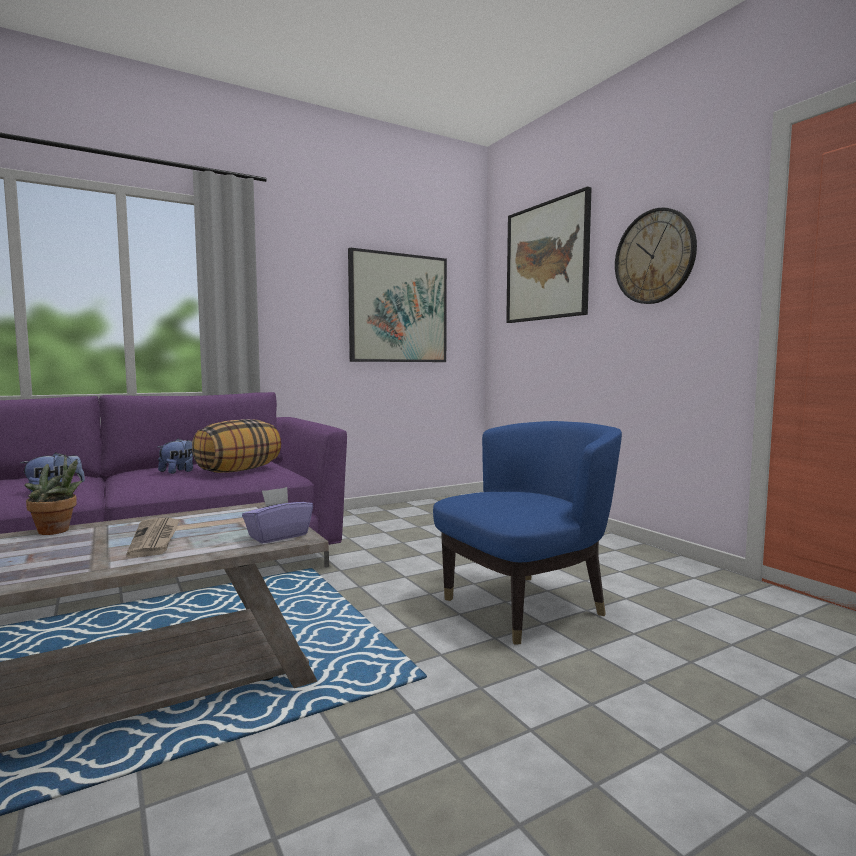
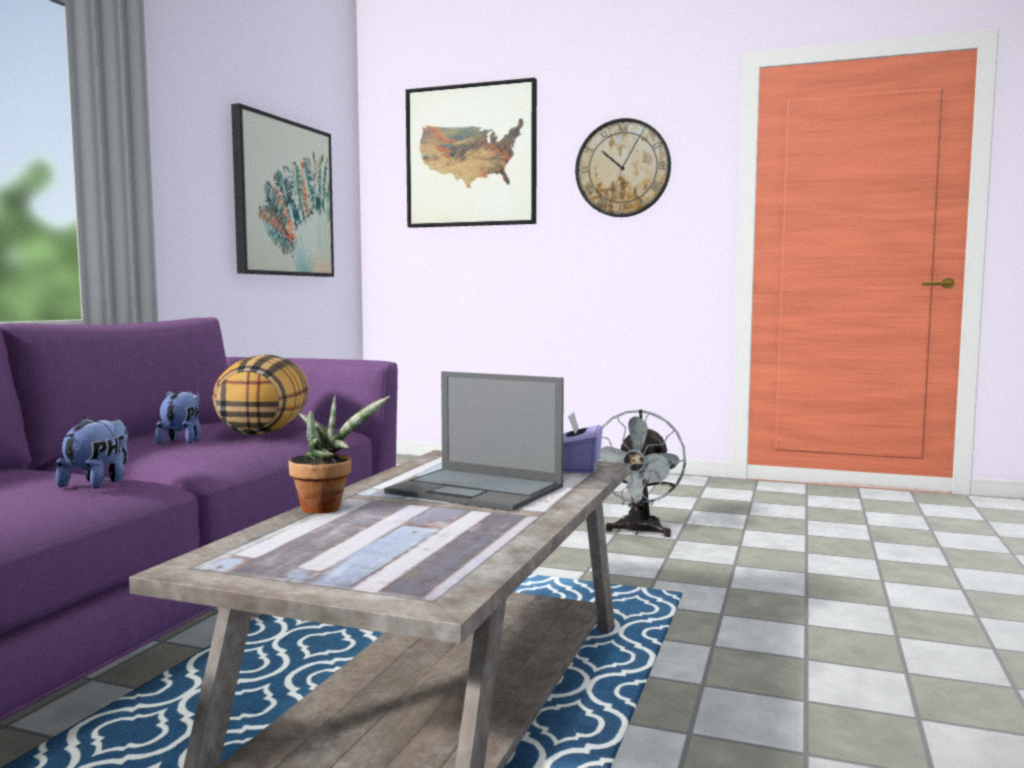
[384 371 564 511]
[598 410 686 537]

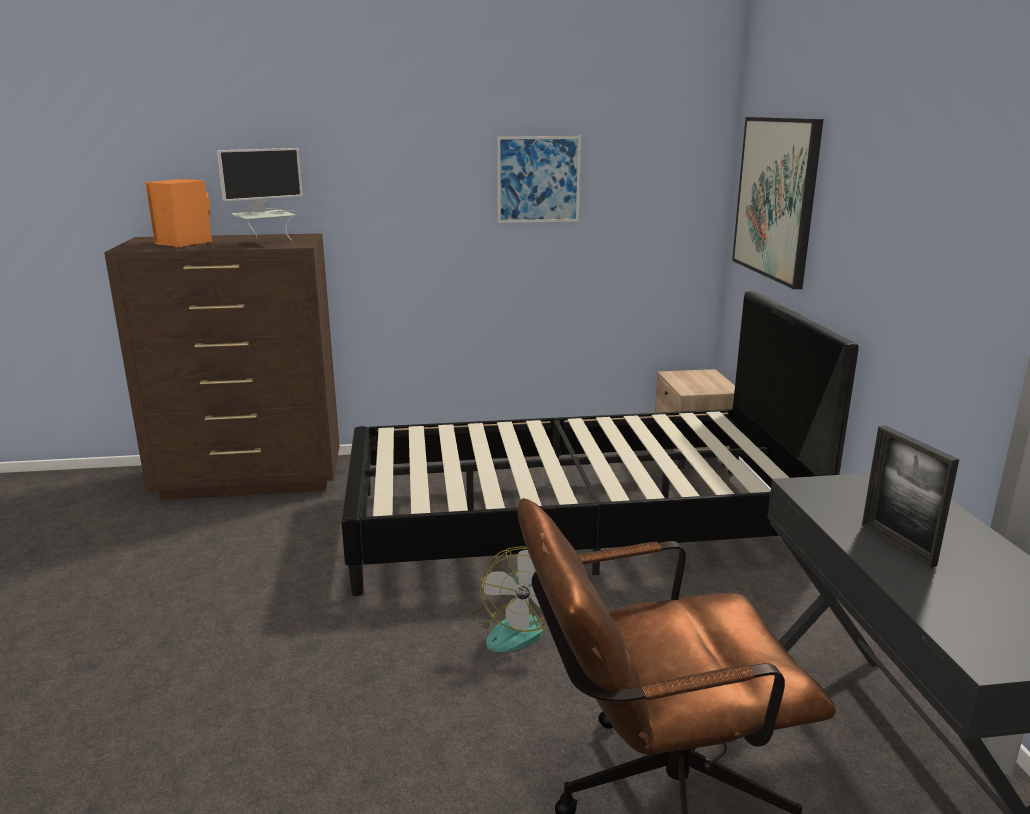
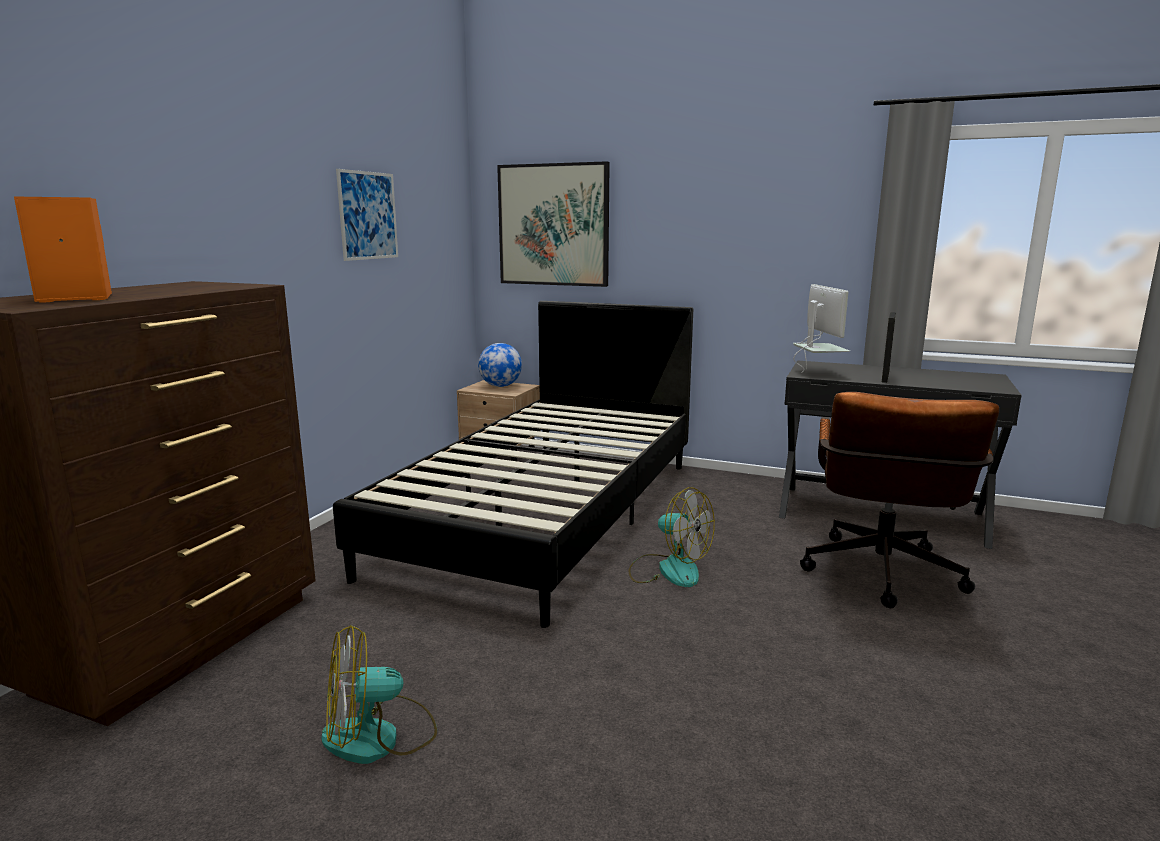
[321 625 437 764]
[478 343 522 387]
[793 284 850 373]
[882 312 896 383]

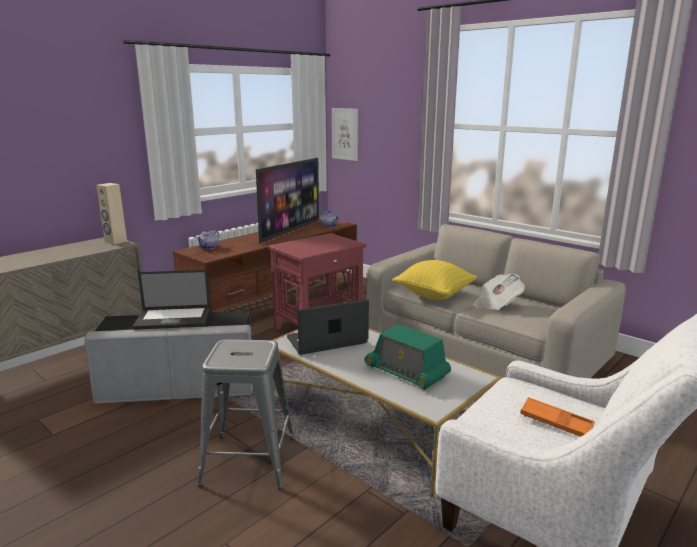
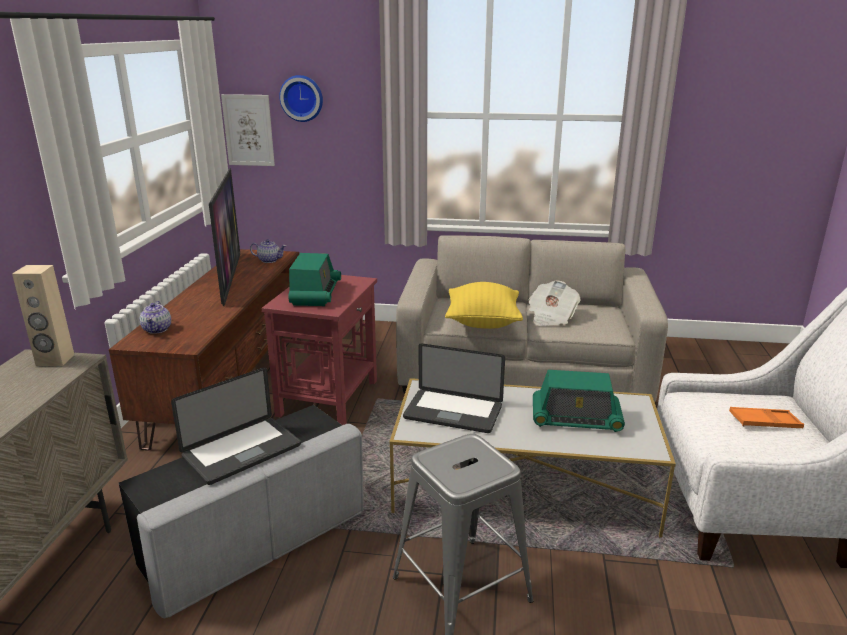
[279 75 323 122]
[289 253 341 306]
[403 343 505 433]

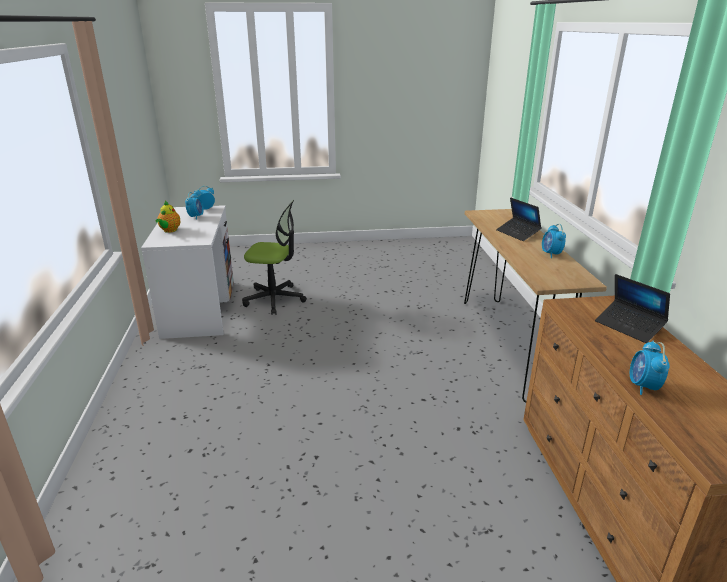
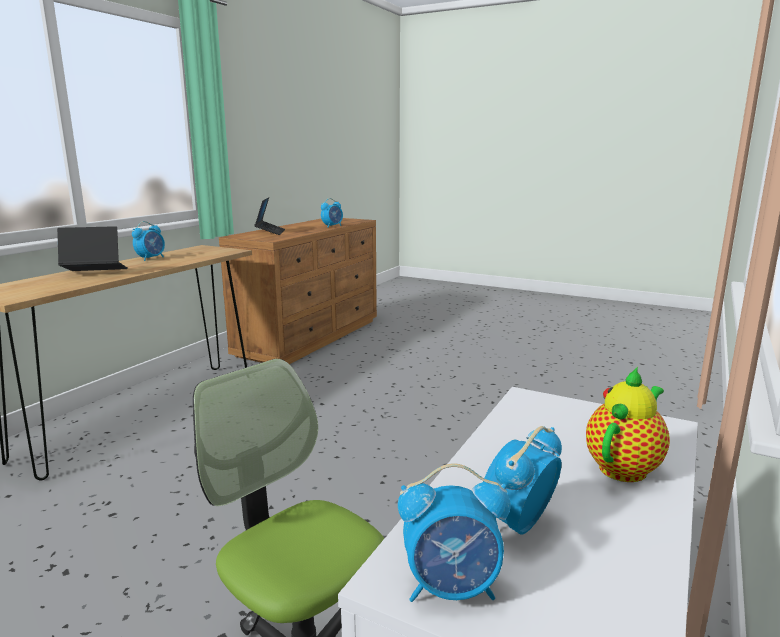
[57 226 128 271]

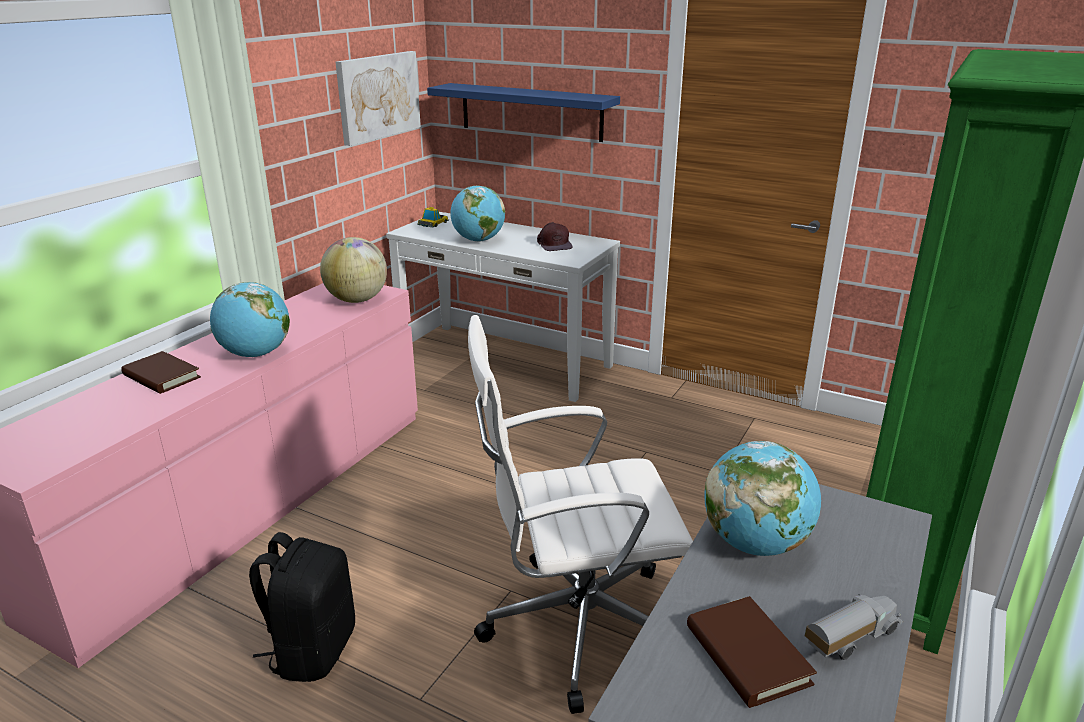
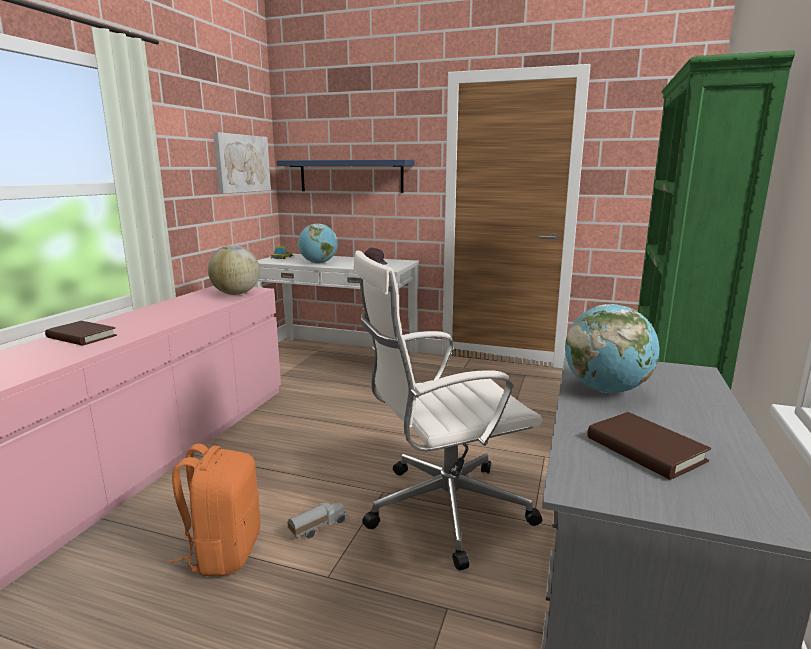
[210 282 290 357] (first image)
[287 502 348 538]
[170 444 260 576]

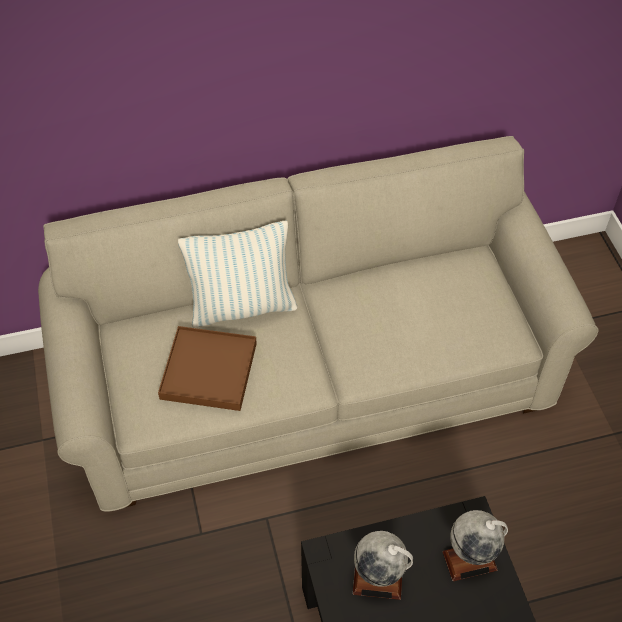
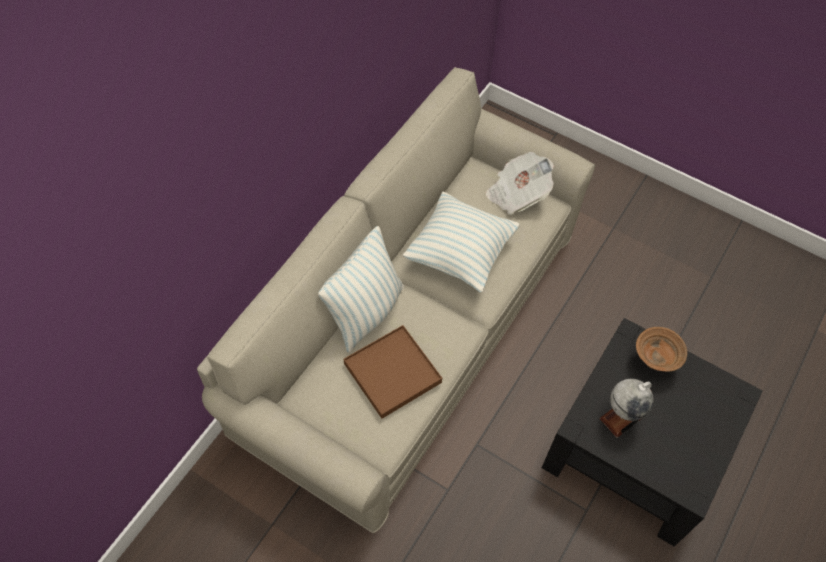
[402 192 520 293]
[486 152 554 215]
[636 327 687 372]

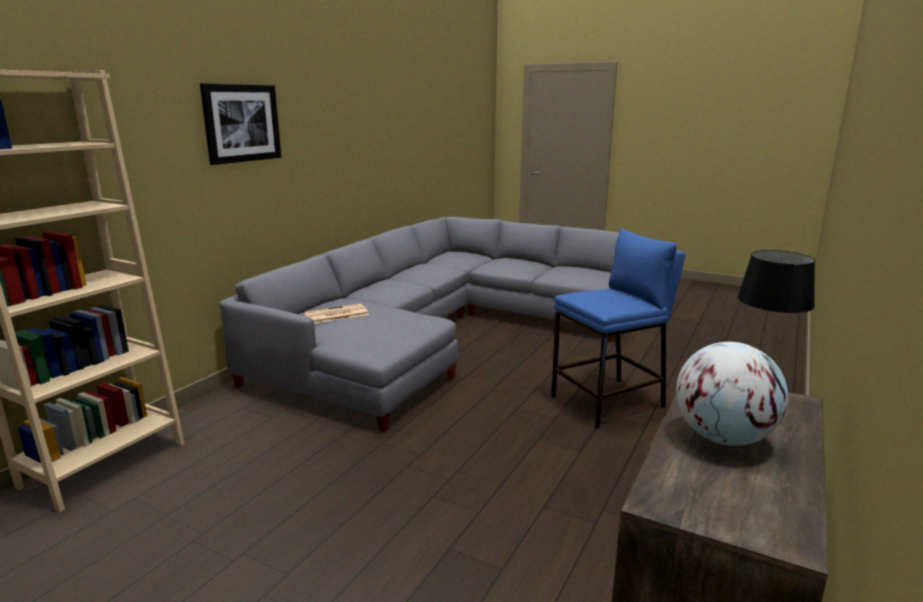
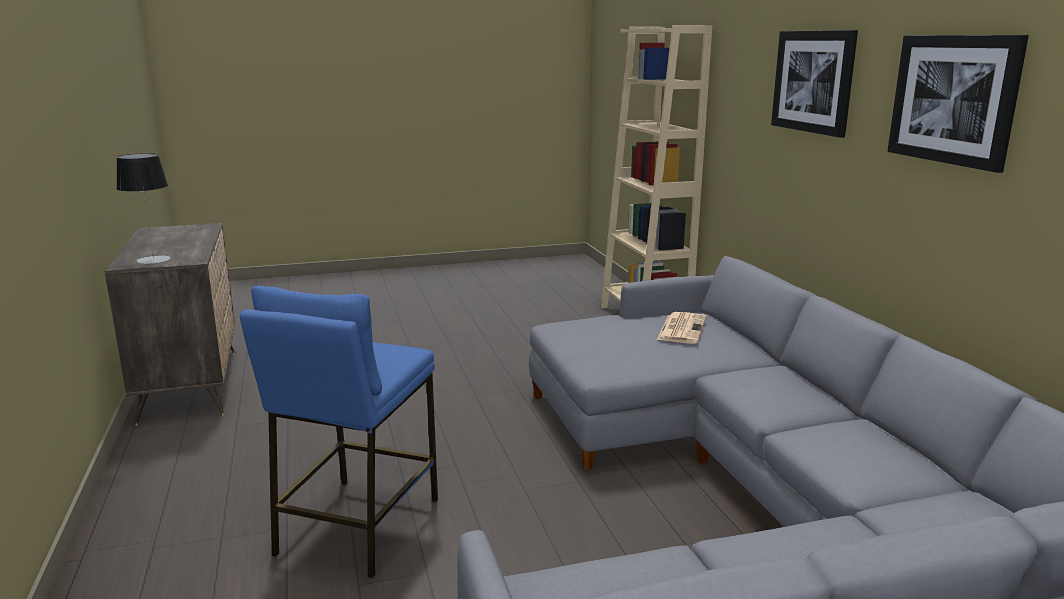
[676 342 788 446] (first image)
[887 35 1029 173]

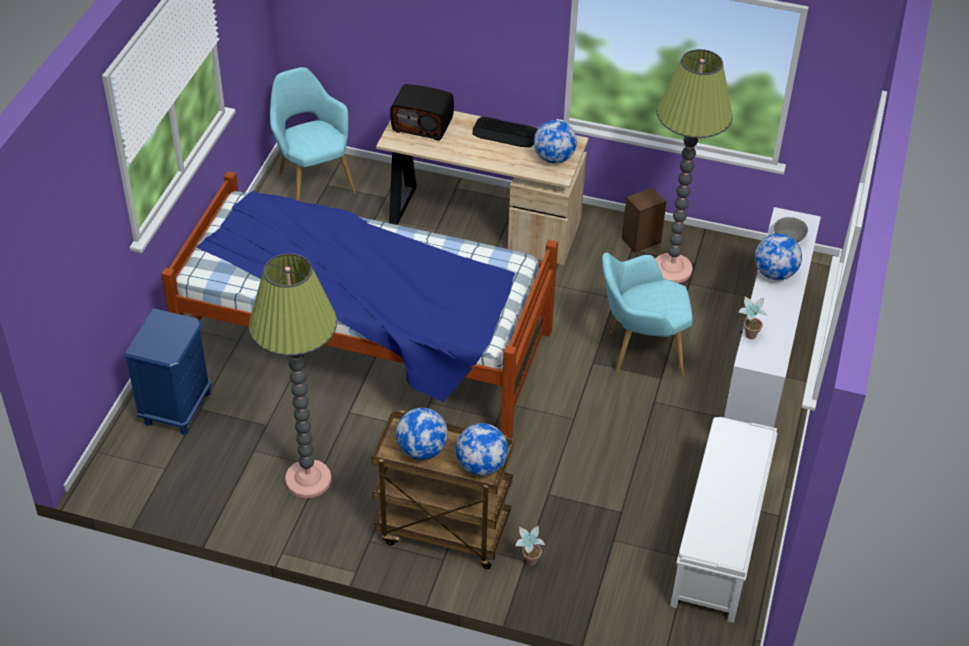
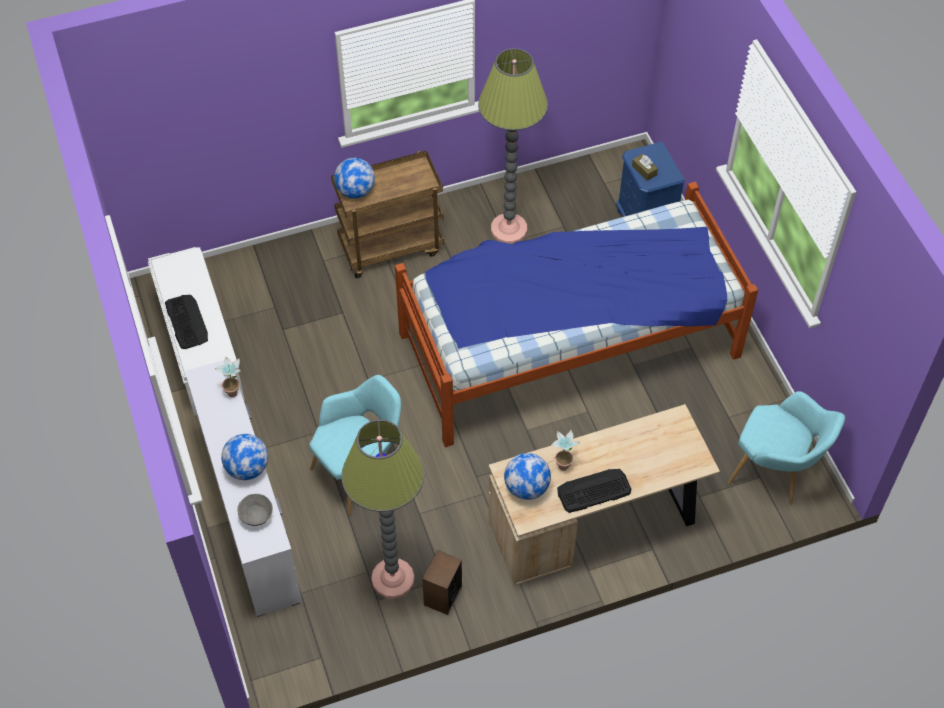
[390 84 454 141] (first image)
[396 408 448 460] (first image)
[165 295 208 349]
[632 154 658 181]
[551 430 580 471]

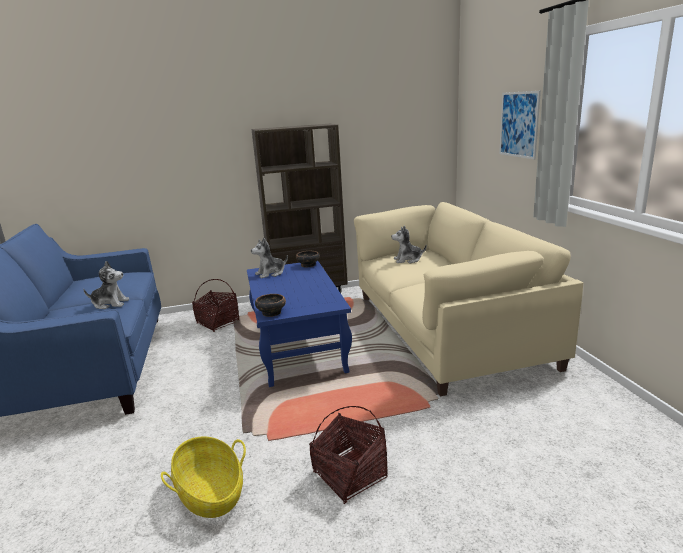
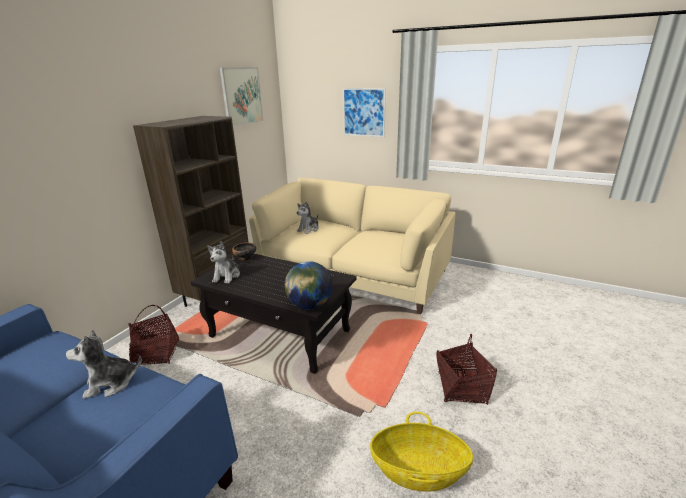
[220 67 264 127]
[285 261 333 309]
[191 254 357 374]
[66 330 142 399]

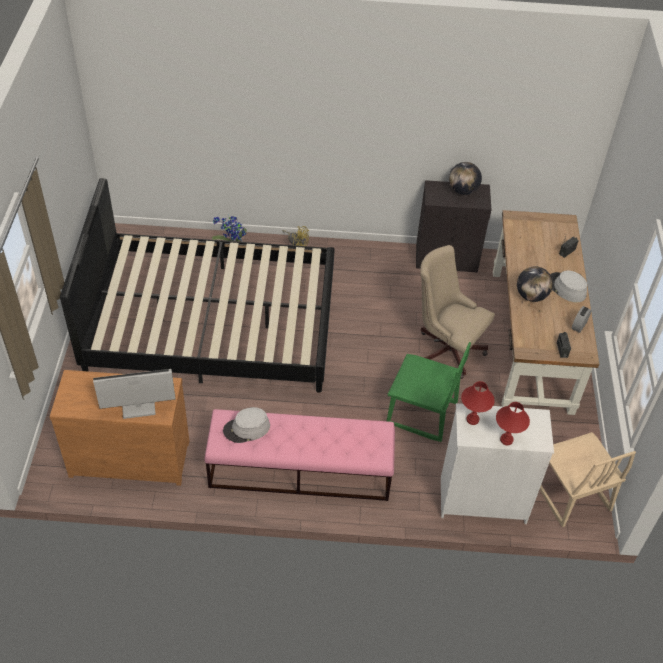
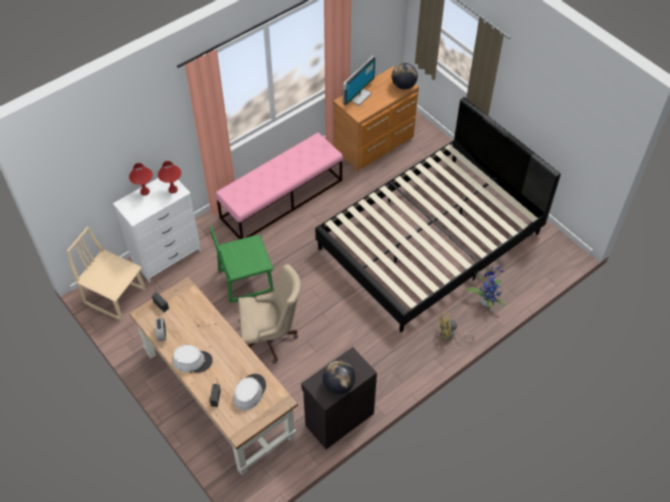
[234 374 266 410]
[392 63 418 90]

